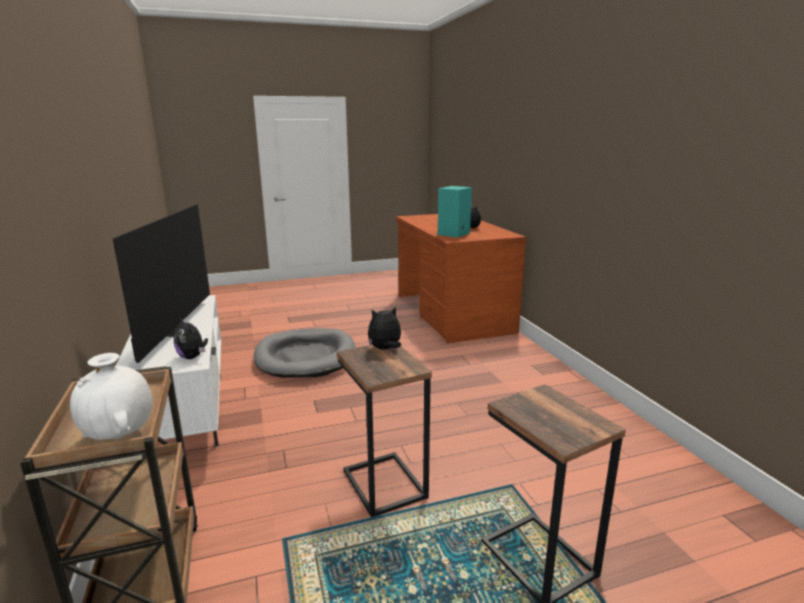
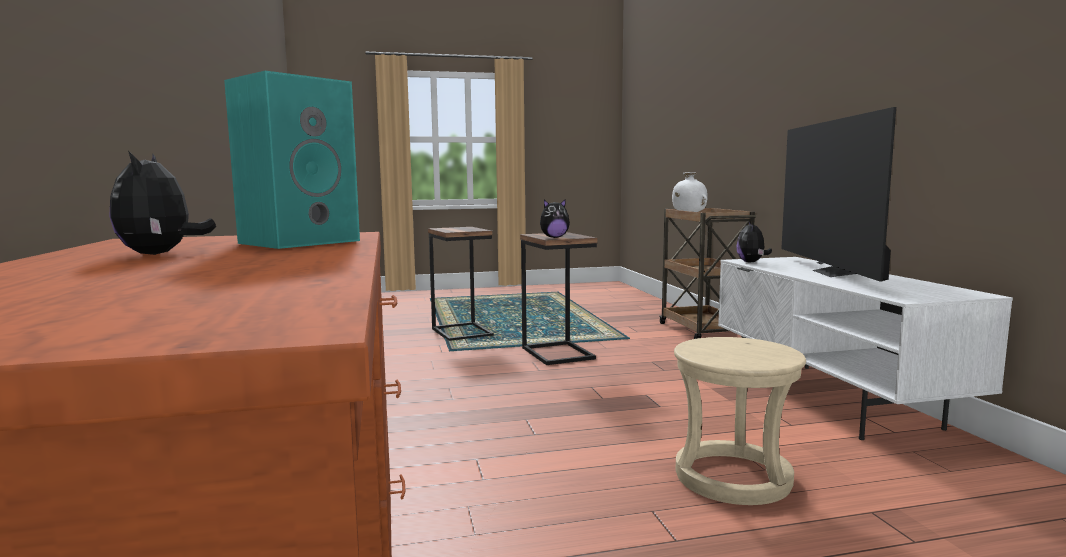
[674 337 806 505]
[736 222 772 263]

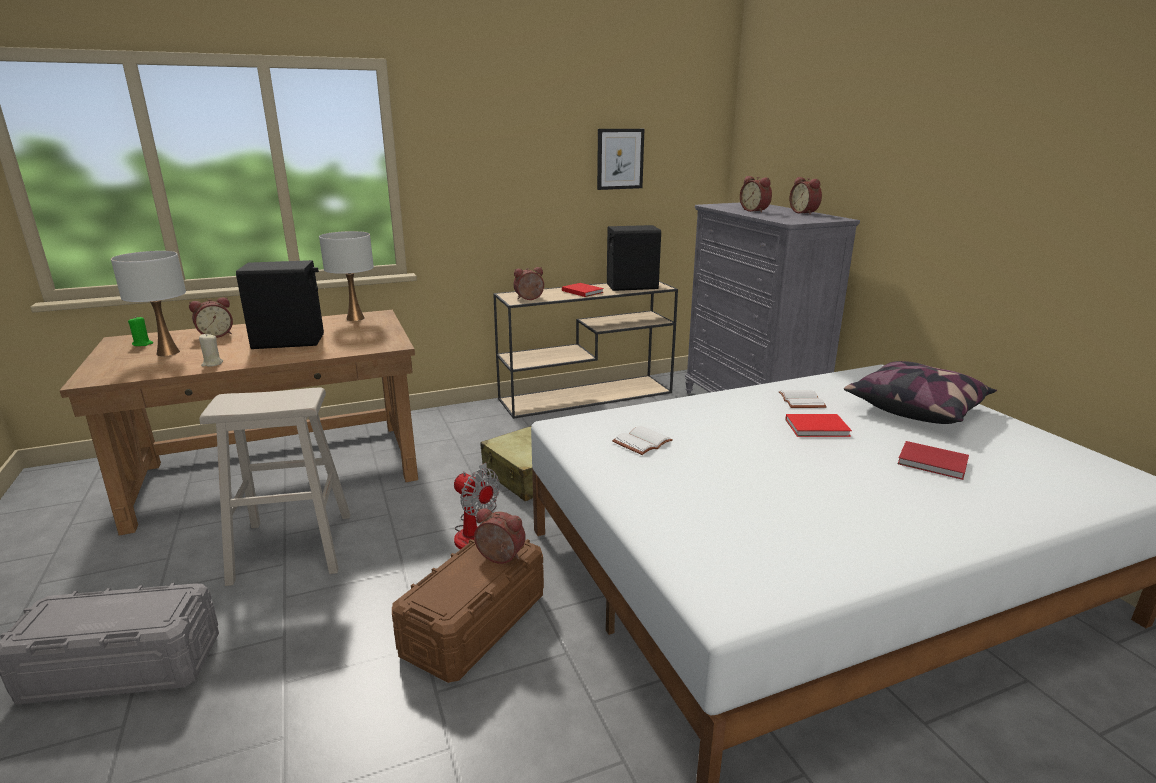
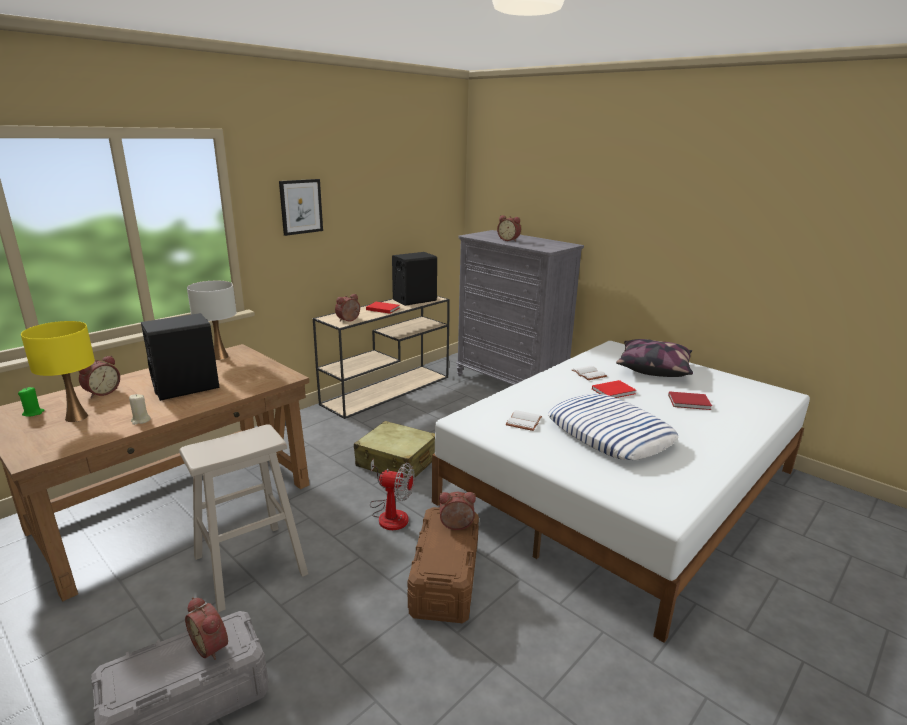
[548 394 678 460]
[279 179 323 236]
[185 597 228 660]
[21 321 95 422]

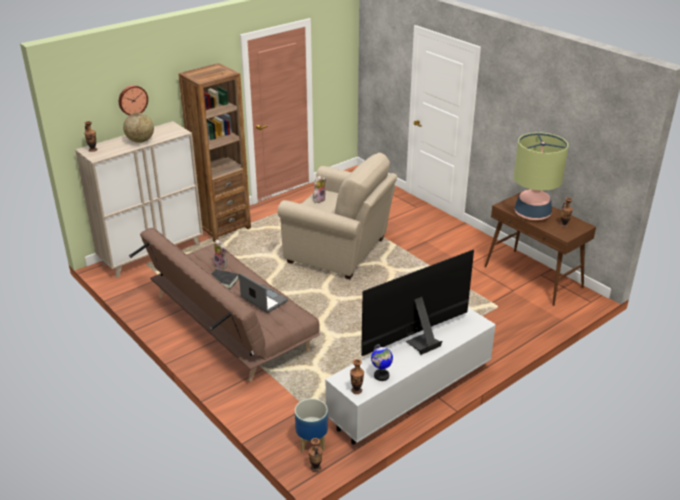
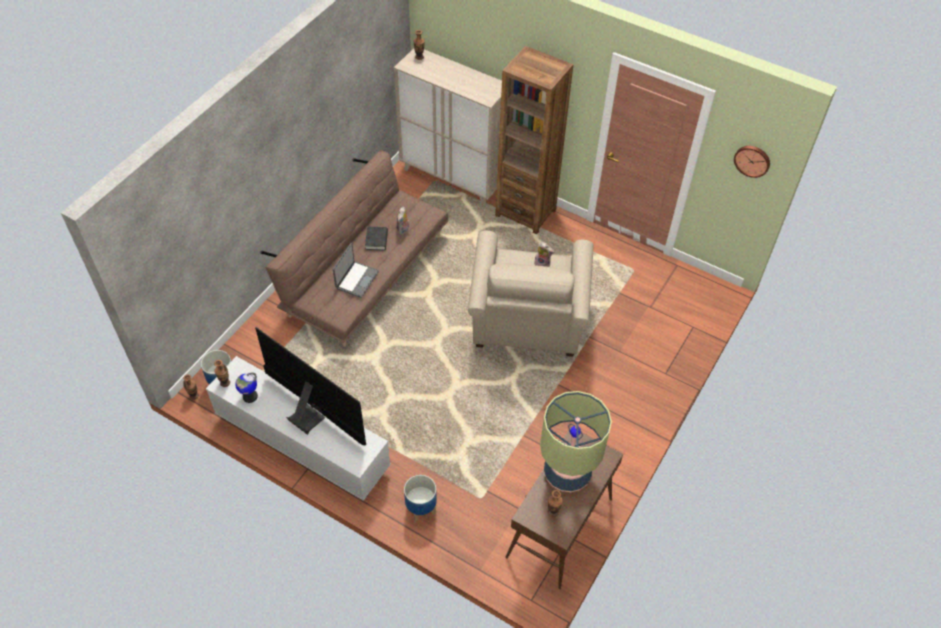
[123 113 154 143] (first image)
[404 475 437 523]
[734 146 770 178]

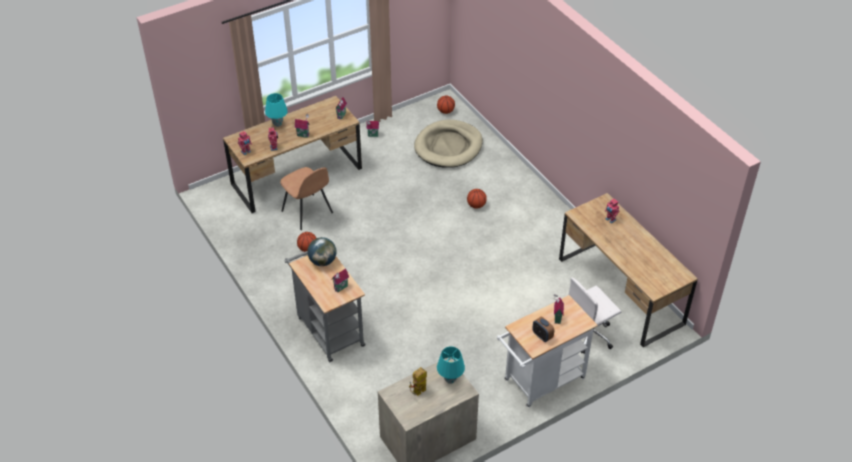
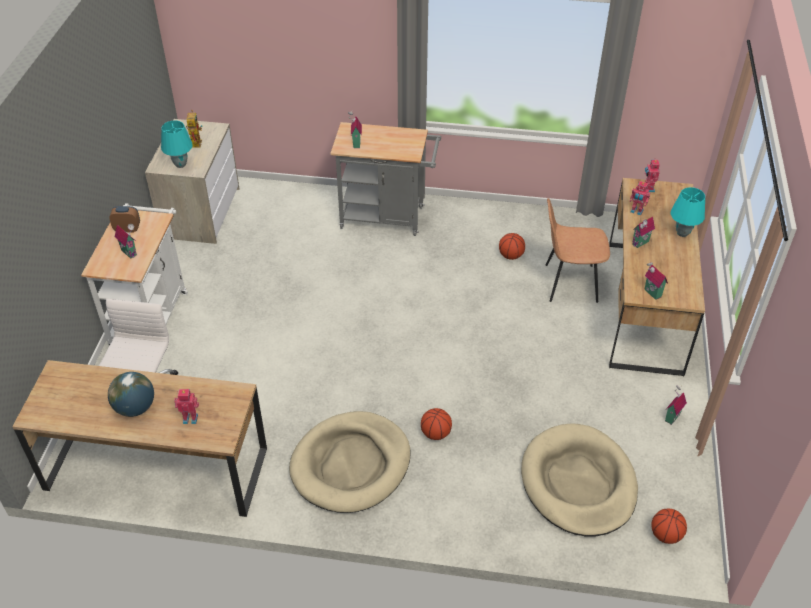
[289 411 410 513]
[108 372 154 417]

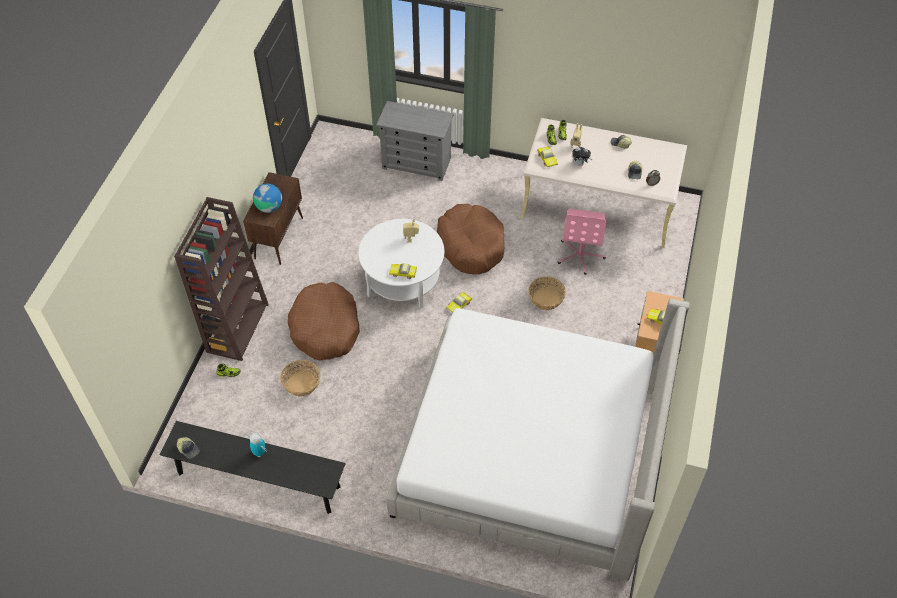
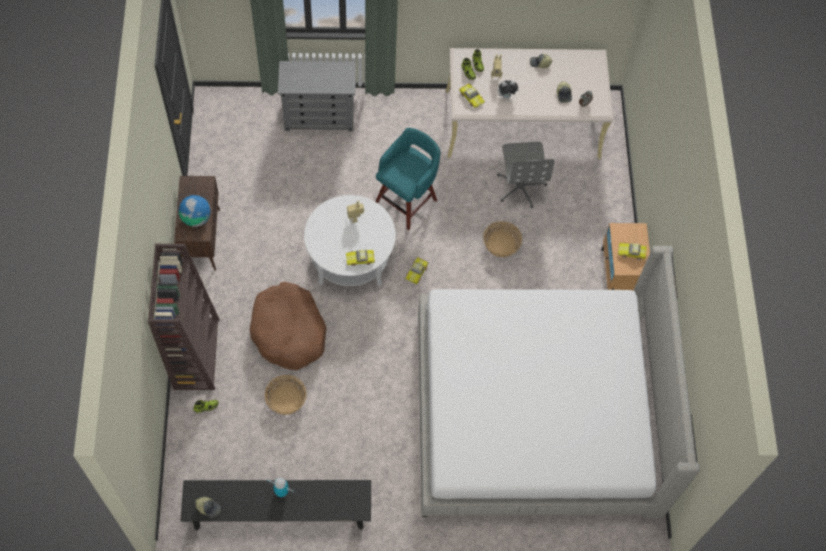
[375 128 441 230]
[497 142 554 208]

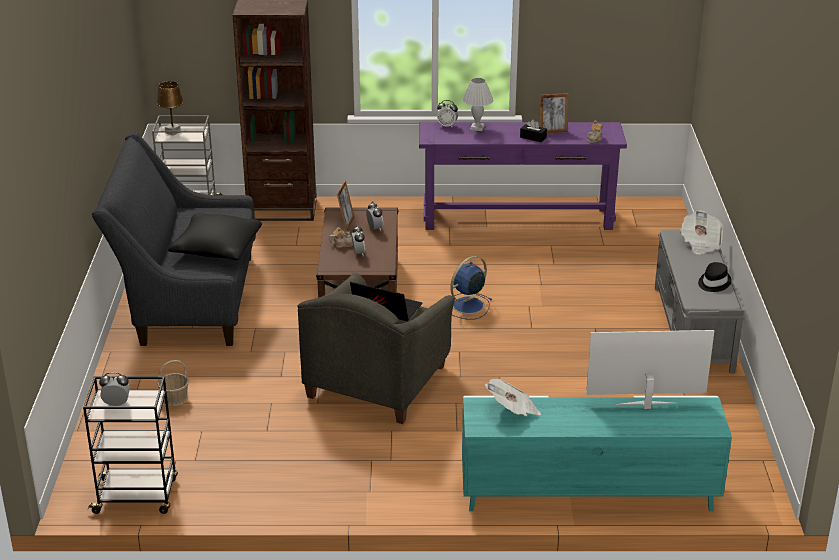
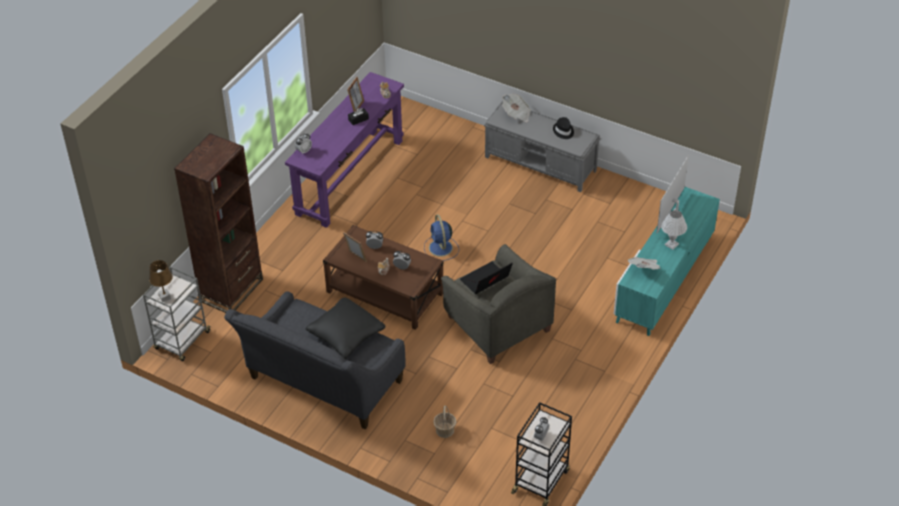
[661 210 687 250]

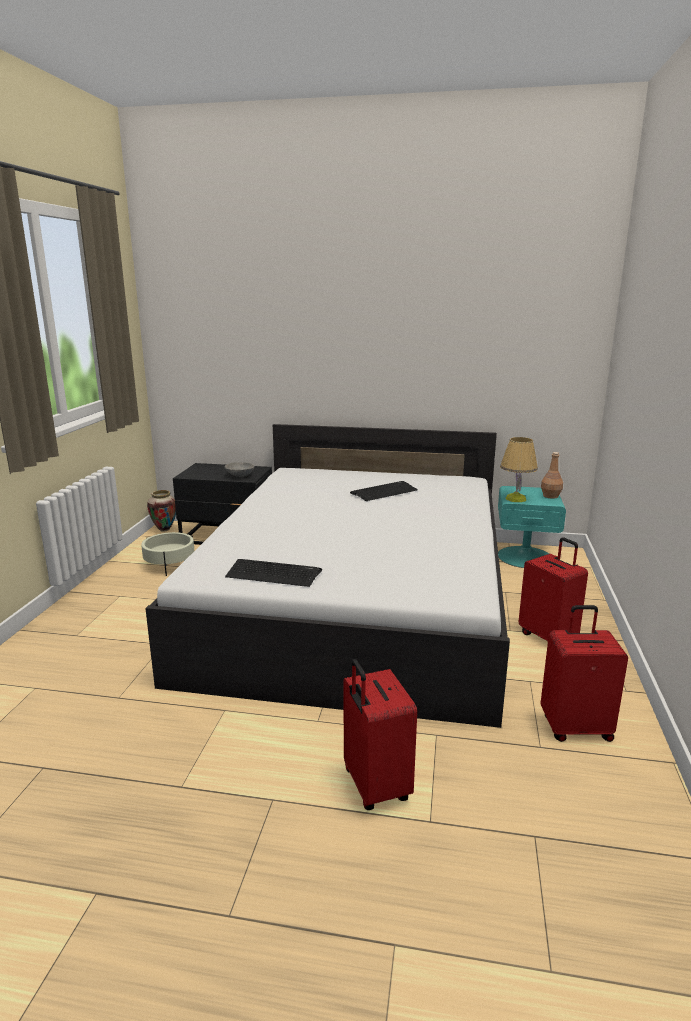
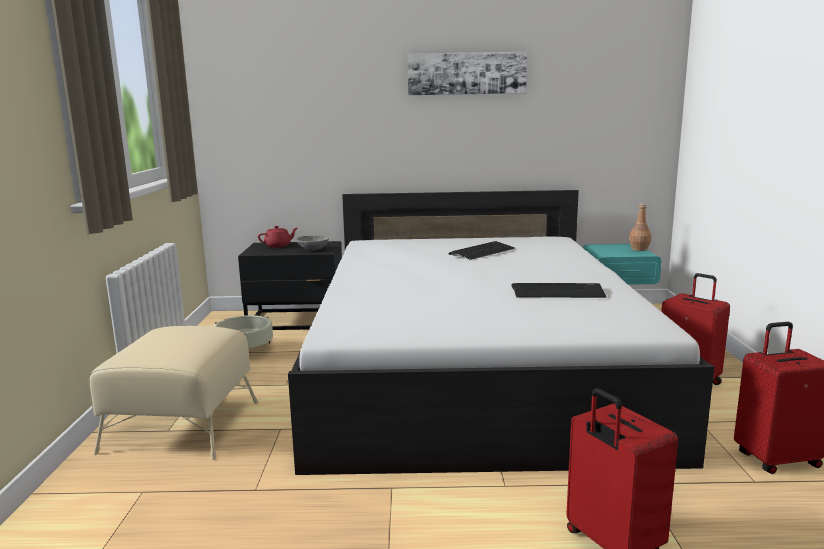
[147 490 176 532] (first image)
[500 437 538 502] (first image)
[89 326 258 460]
[258 226 297 248]
[407 52 527 95]
[511 283 606 298]

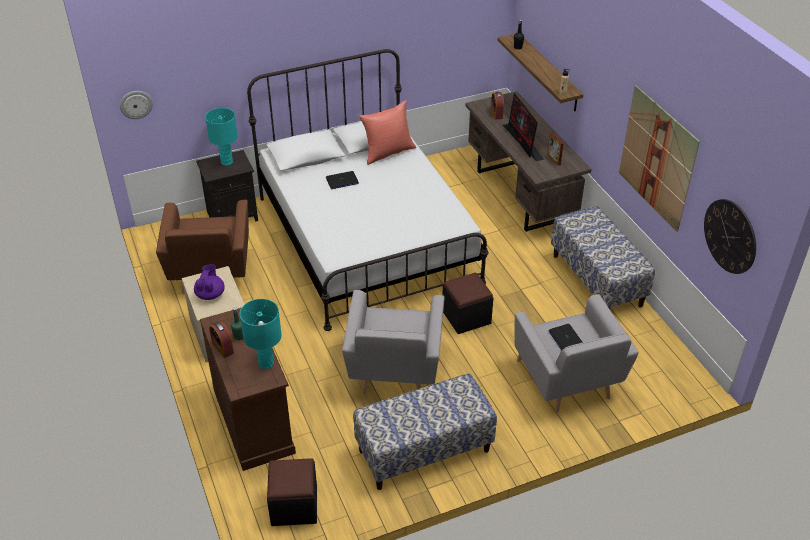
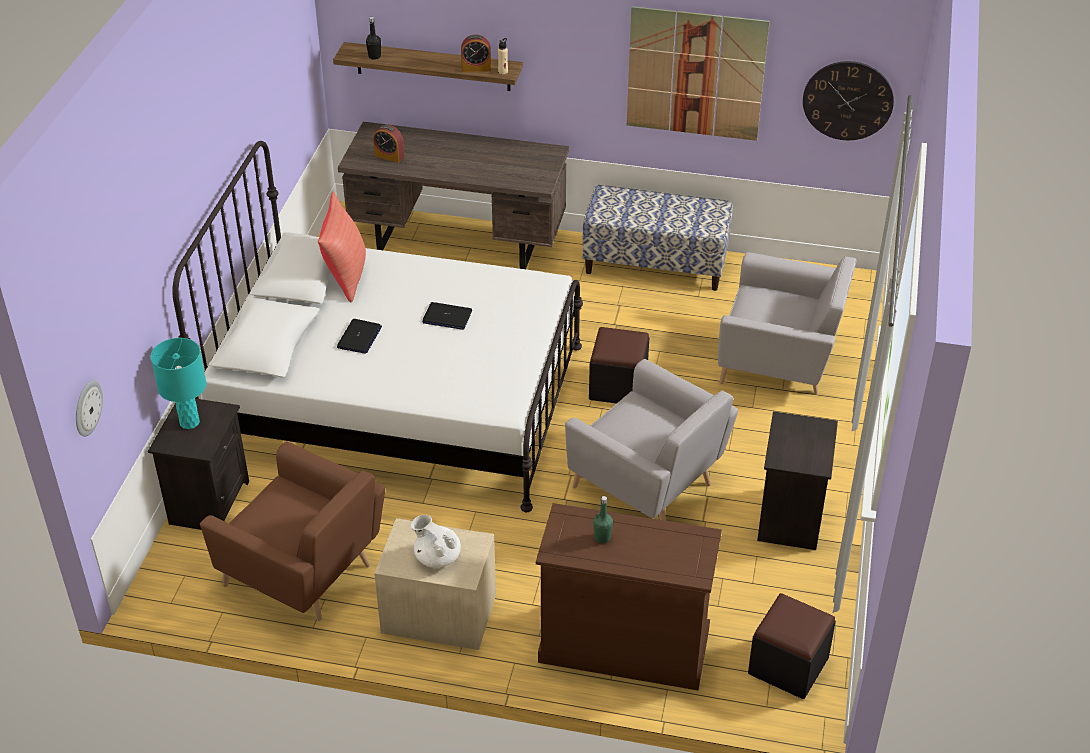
[240 299 282 369] (first image)
[502 93 544 161] (first image)
[547 133 564 166] (first image)
[461 35 491 72]
[422 302 472 330]
[757 411 838 550]
[411 515 461 568]

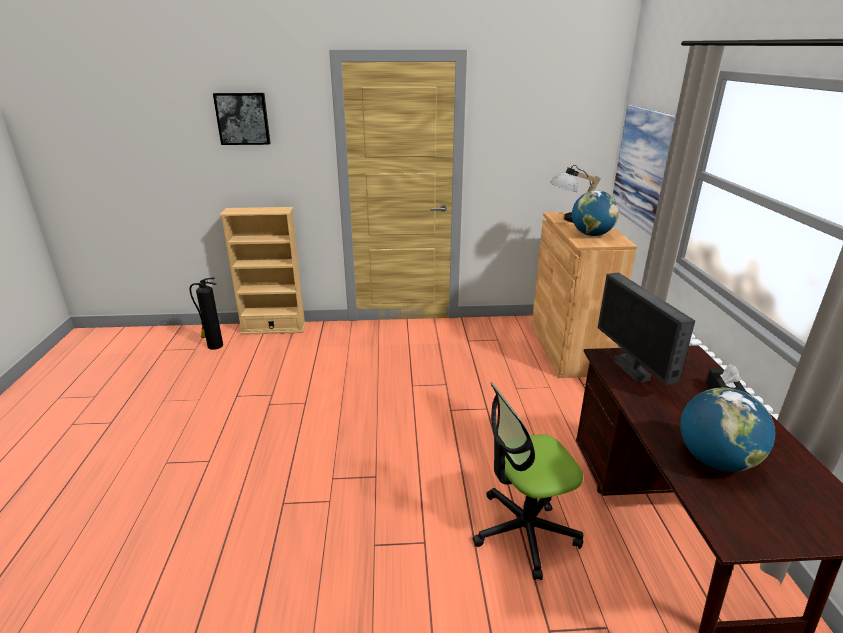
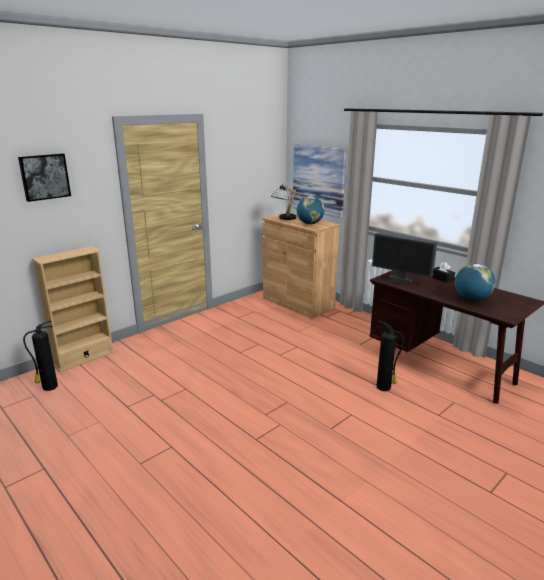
[377 320 404 391]

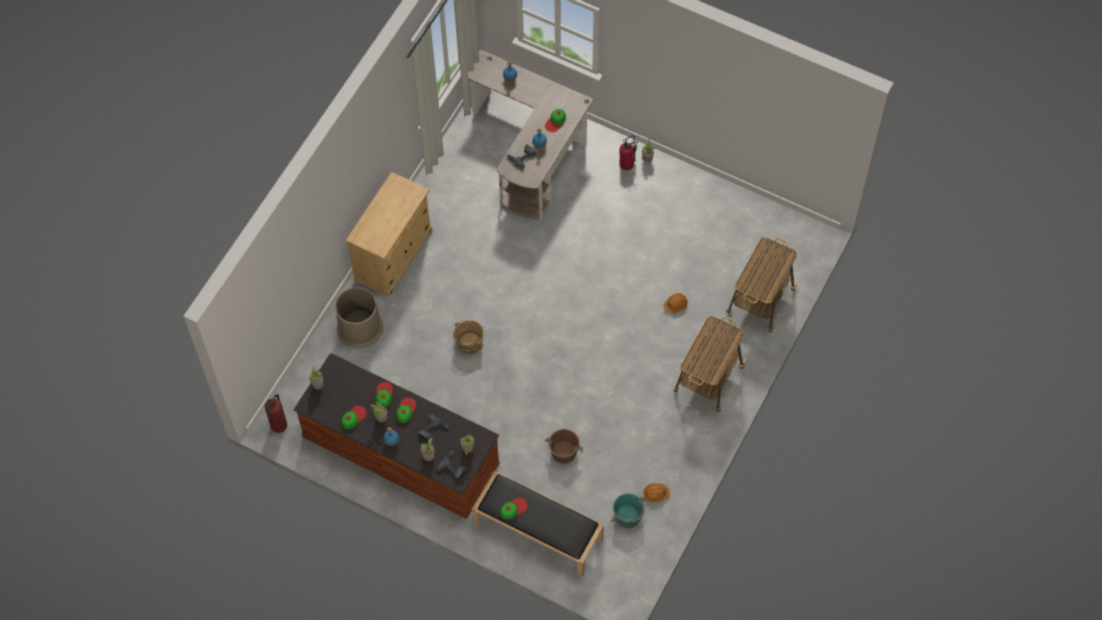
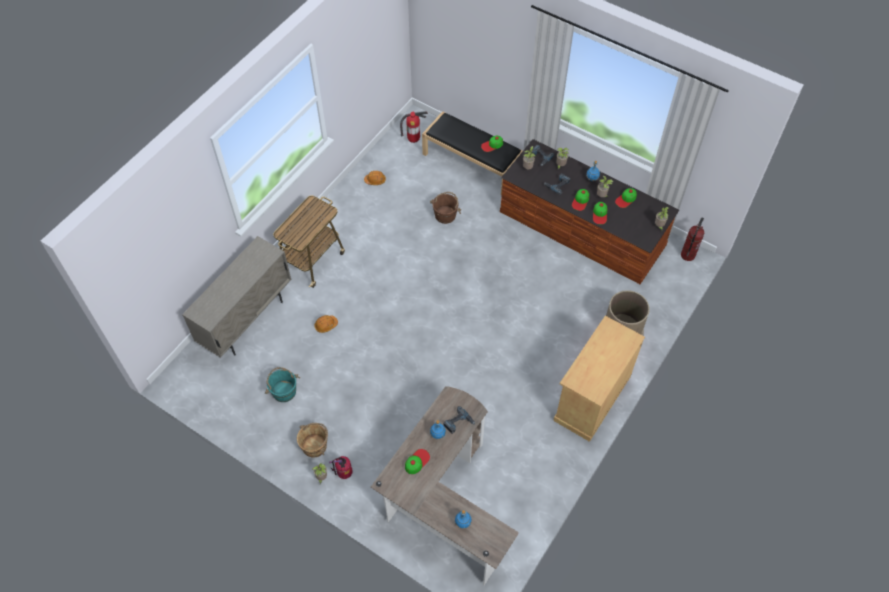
[400 111 428 143]
[297 423 328 458]
[265 367 300 402]
[182 236 291 358]

